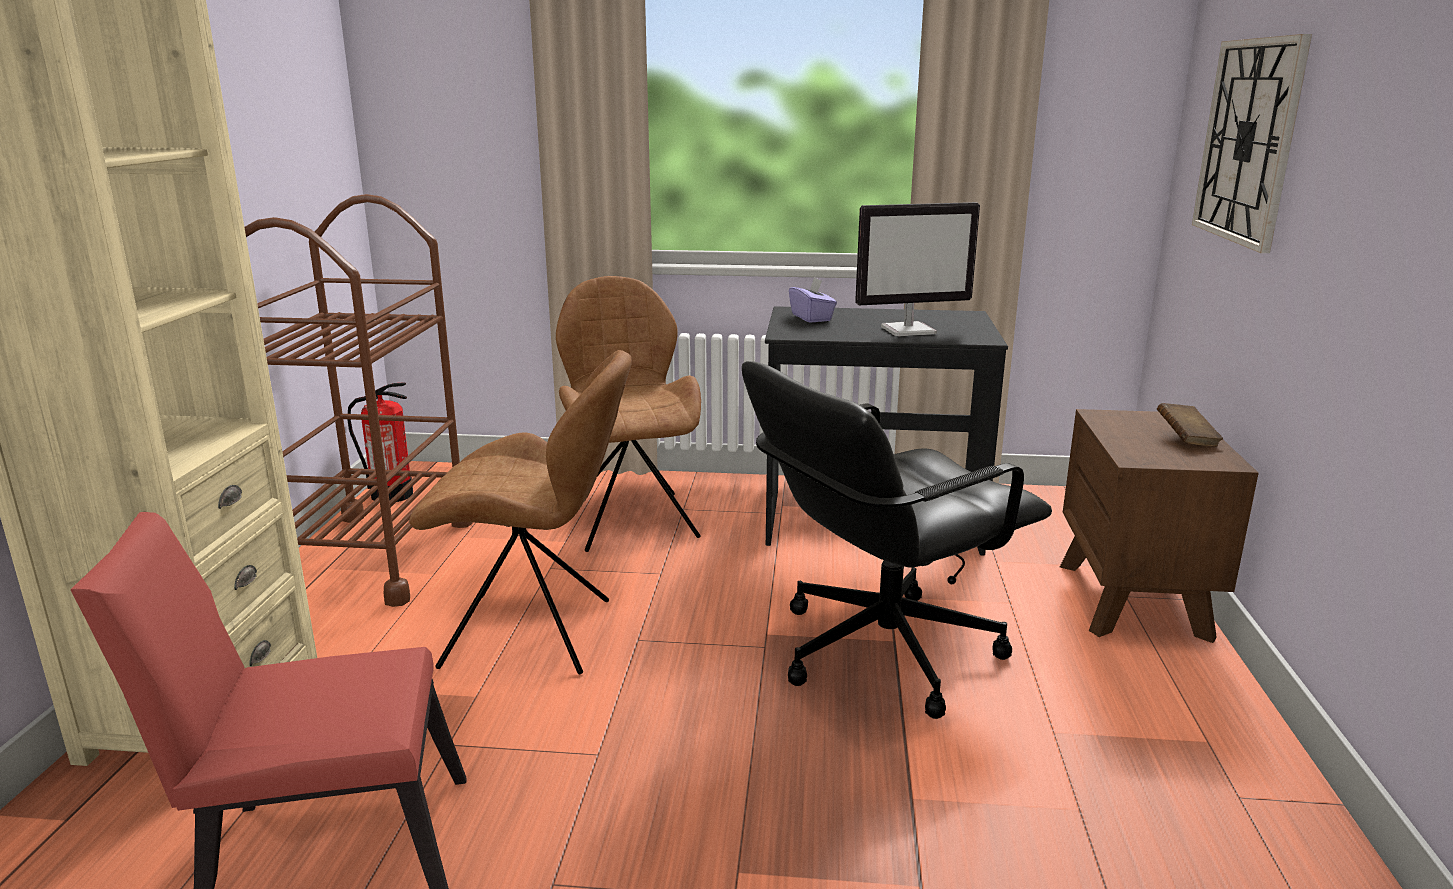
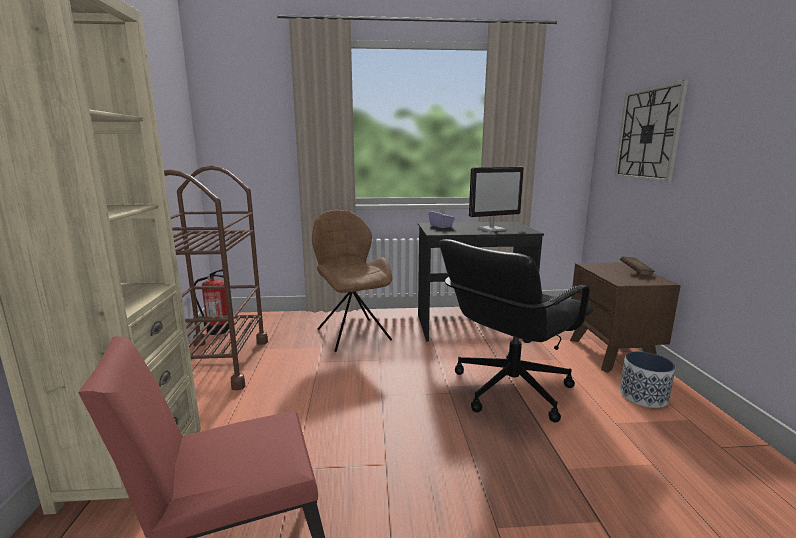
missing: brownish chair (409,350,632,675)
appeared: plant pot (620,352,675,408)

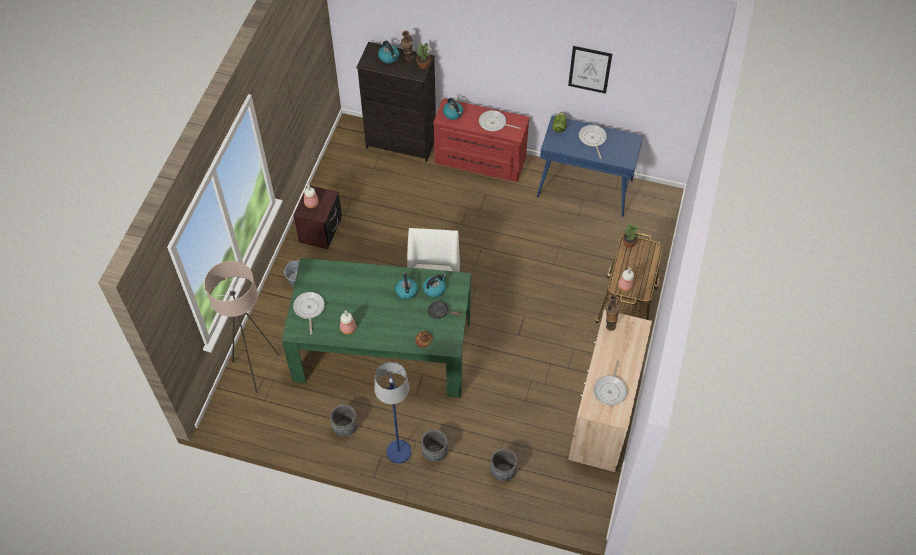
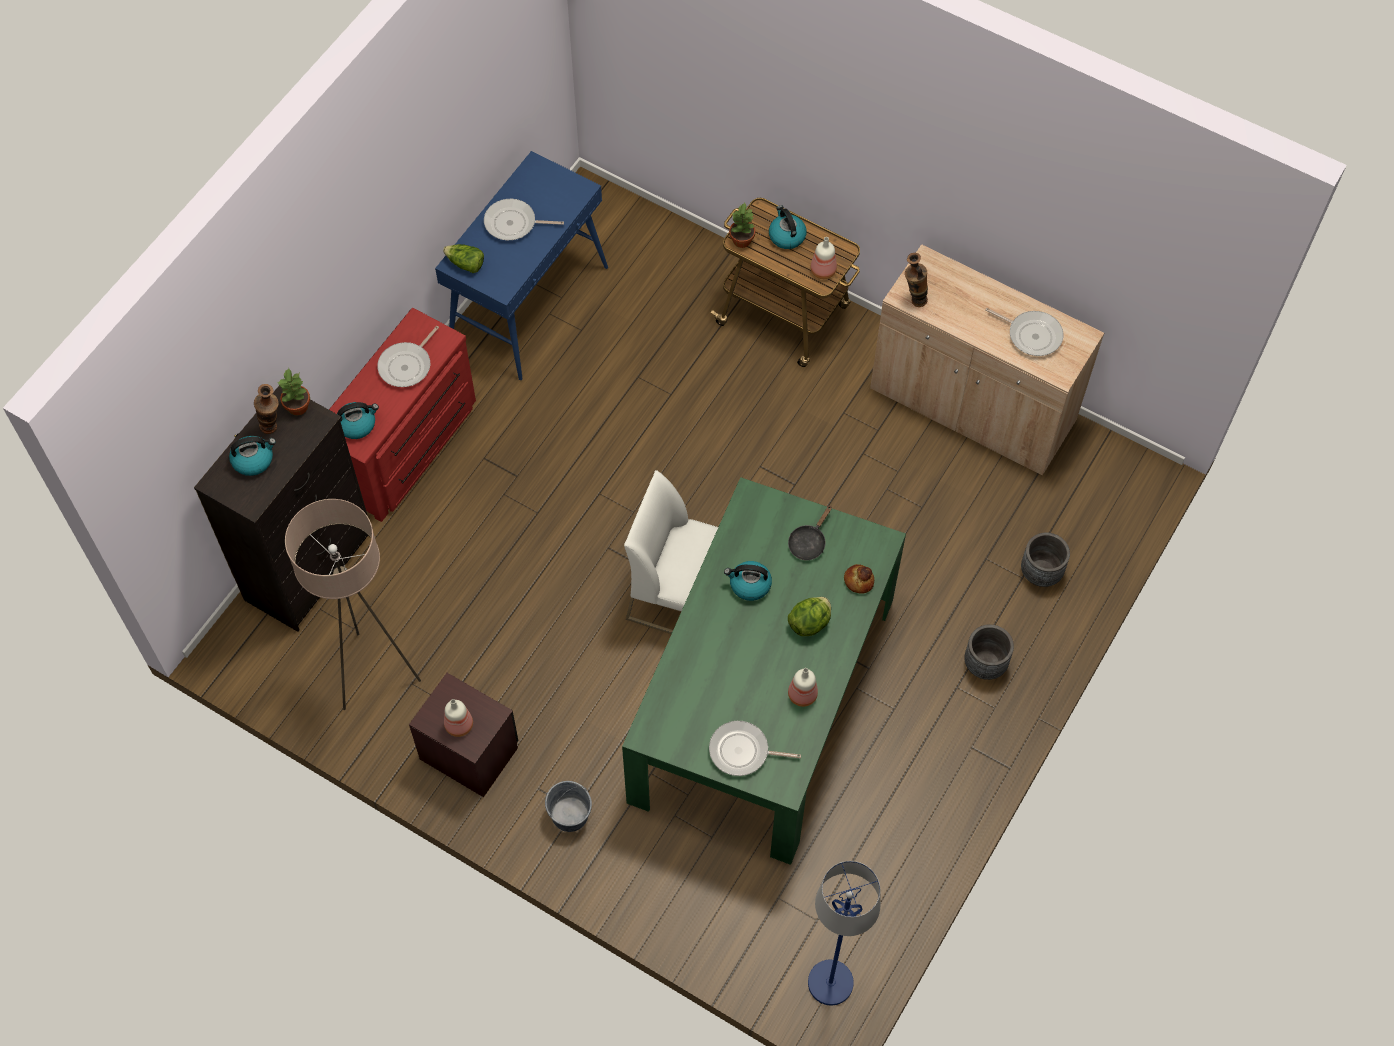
missing: grey plant pot (330,404,358,436); wall picture (568,46,612,94)
appeared: lettuce (788,597,831,636)
relocated: sand-coloured standard lamp (204,261,279,393) to (285,499,421,710); bluish standard lamp (374,362,411,463) to (808,861,880,1005); water kettle (423,274,447,298) to (769,205,807,249)

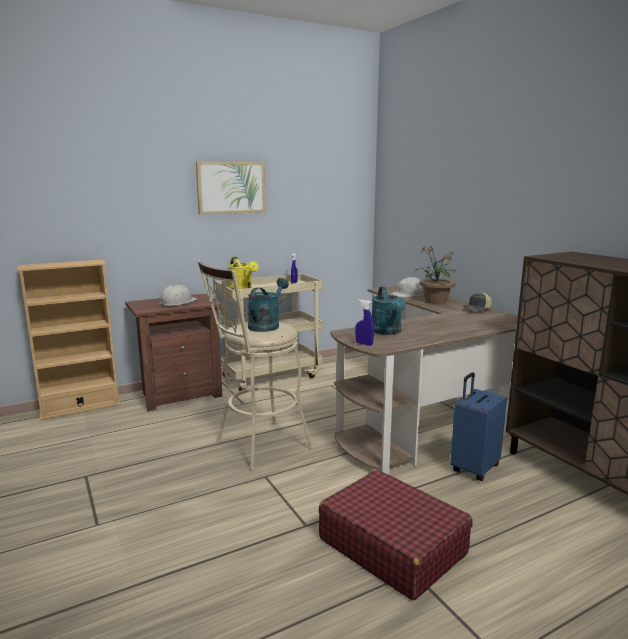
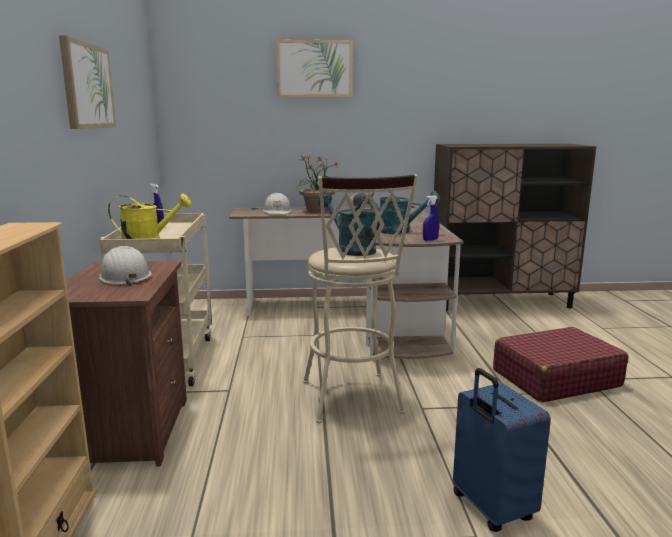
appeared: wall picture (276,40,353,98)
relocated: bluish travel case (450,372,507,481) to (453,368,551,532)

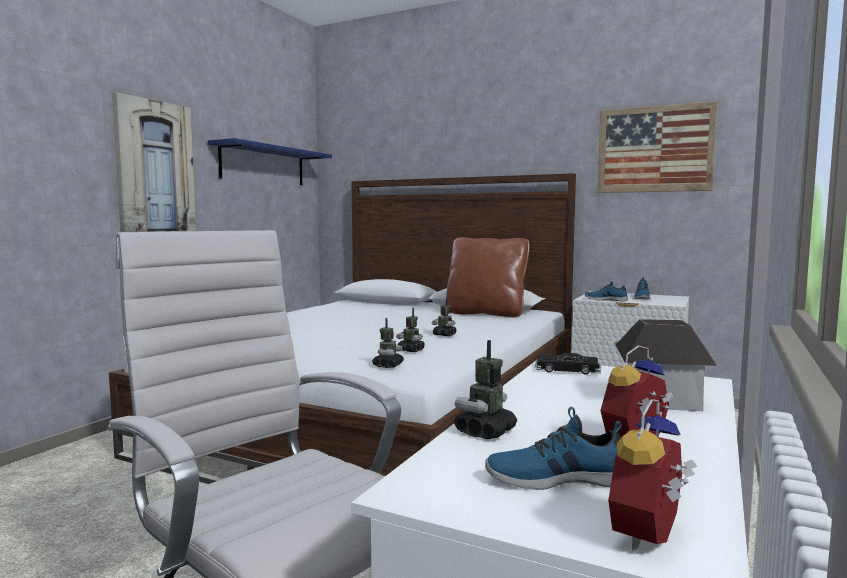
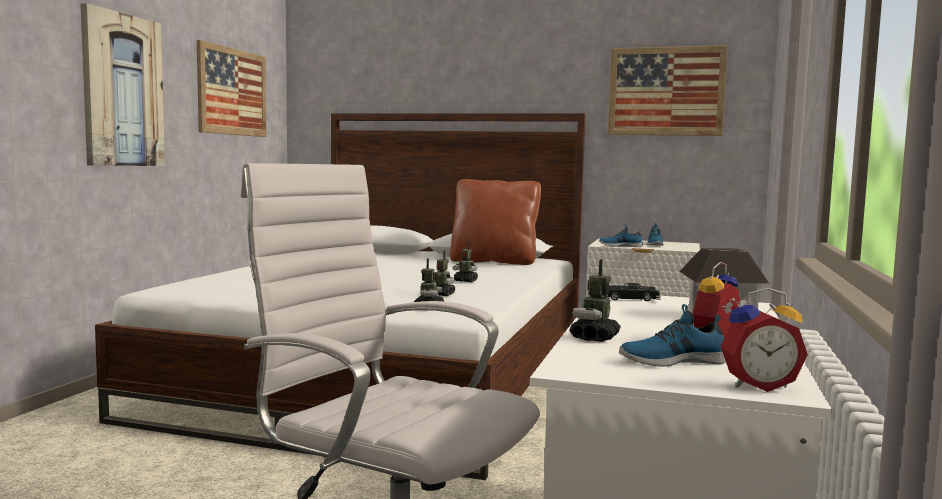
exchanged: bluish wall shelf (208,138,332,185) to wall picture (197,40,267,137)
spun: bedside clock (608,399,697,552) = (721,288,808,392) 120 degrees counterclockwise

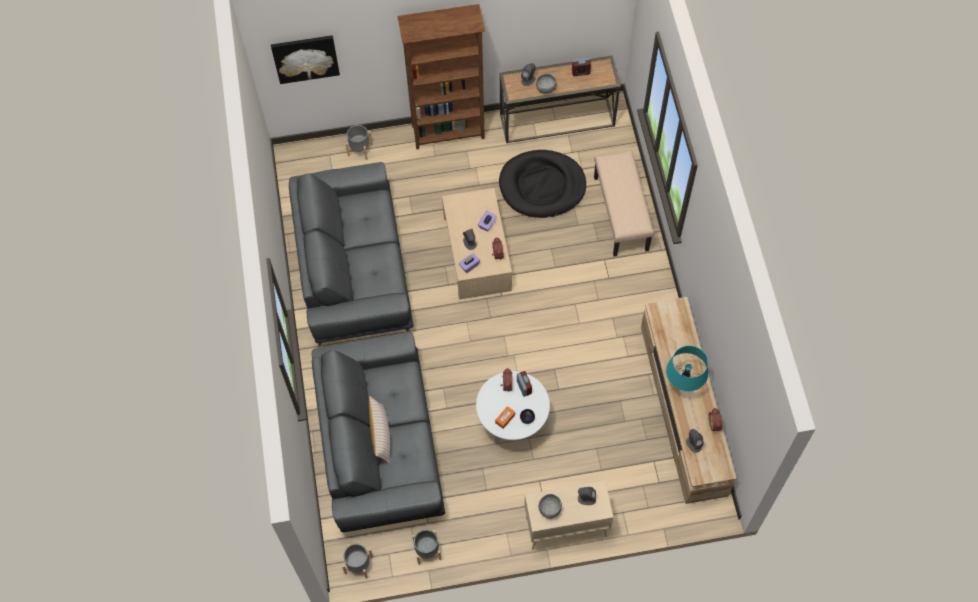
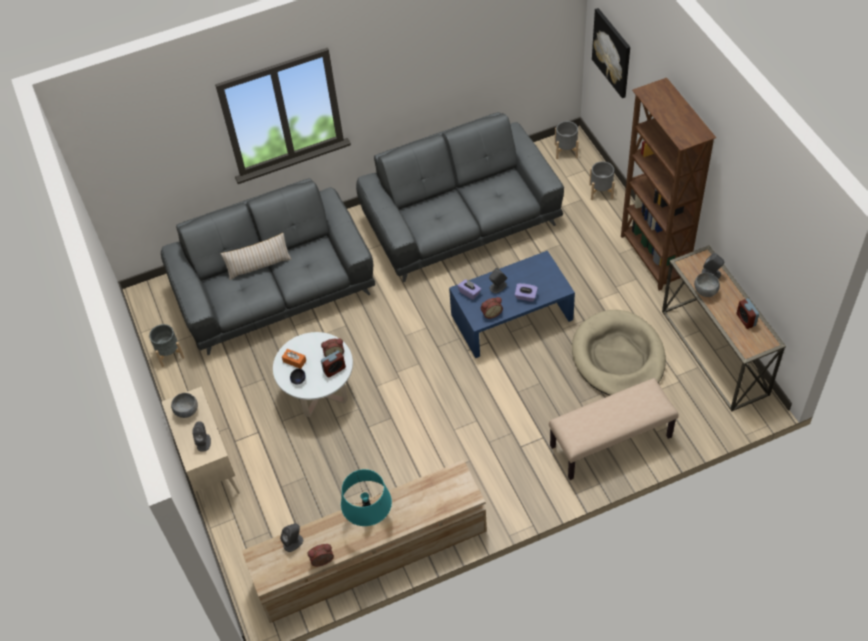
relocated: grey plant pot (342,544,373,579) to (555,121,579,159)
colour: sand-coloured coffee table (442,188,512,300) to bluish coffee table (449,251,575,358); black-coloured pet bed (499,150,586,218) to sand-coloured pet bed (572,310,666,396)

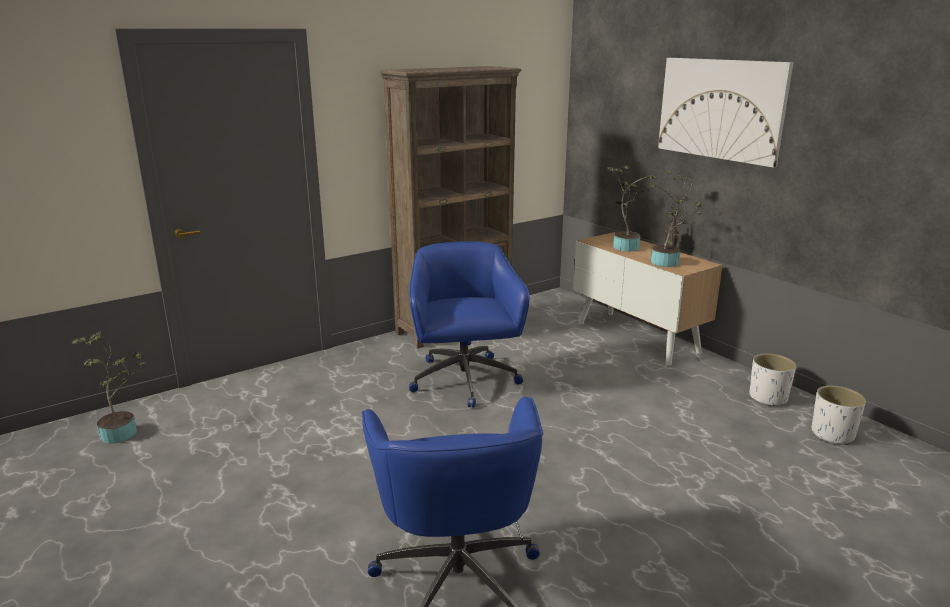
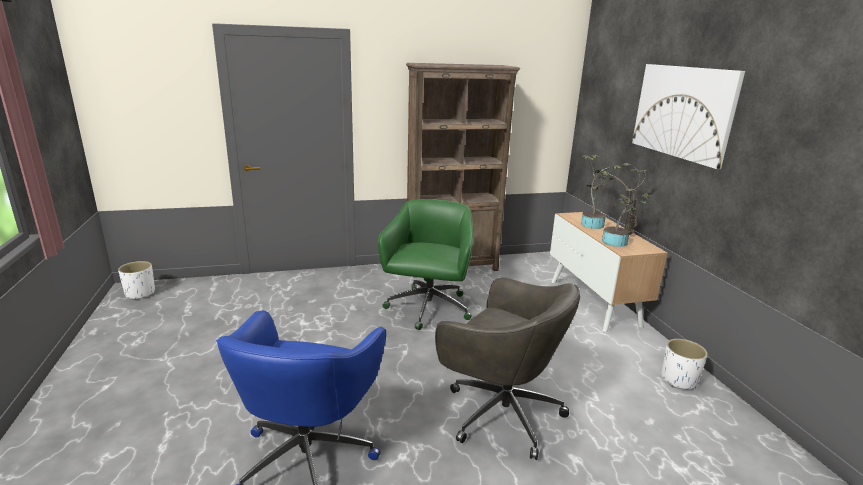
missing: plant in a pot (71,331,147,444)
appeared: grey computer chair (435,277,580,460)
relocated: white plant pot (812,386,866,445) to (118,261,155,300)
colour: bluish computer chair (409,241,529,408) to green-coloured computer chair (378,199,473,330)

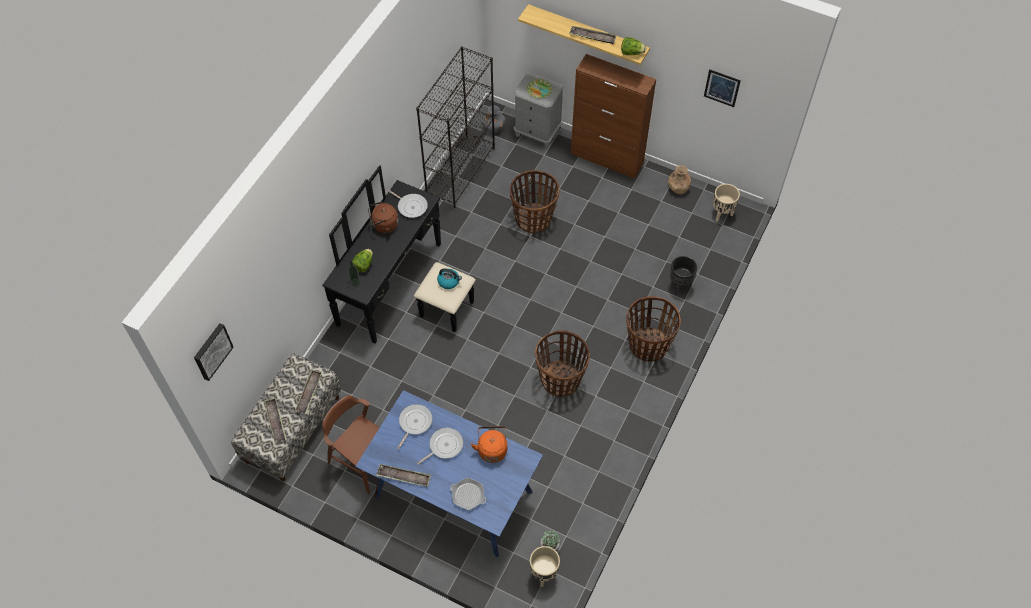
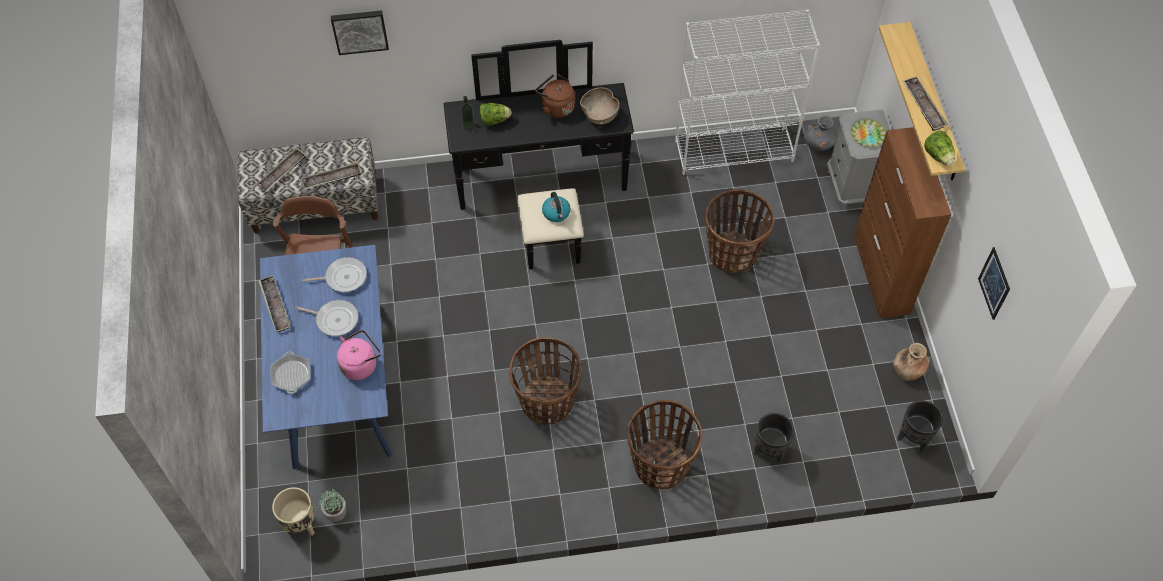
relocated: wall picture (194,323,234,381) to (331,10,389,55)
exchanged: skillet (388,190,428,218) to brownish deep dish (580,87,619,124)
colour: black-coloured bookcase (416,46,495,208) to white bookcase (675,9,820,175); orange water kettle (471,426,507,463) to pink water kettle (337,330,381,380); sand-coloured plant pot (713,184,740,222) to black-coloured plant pot (897,400,943,453)

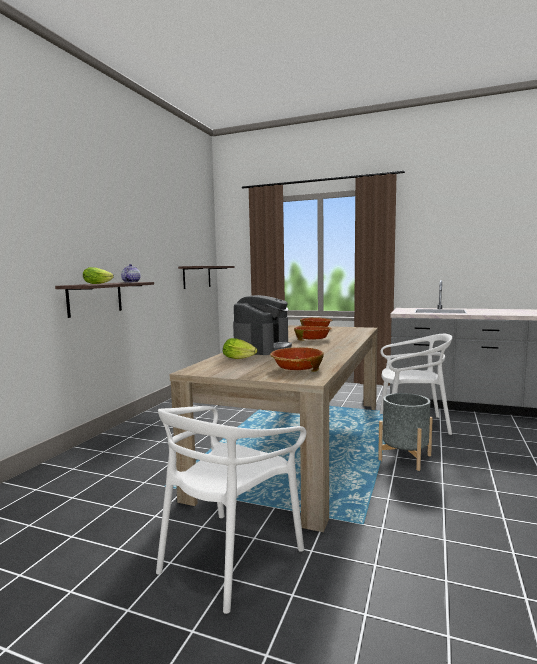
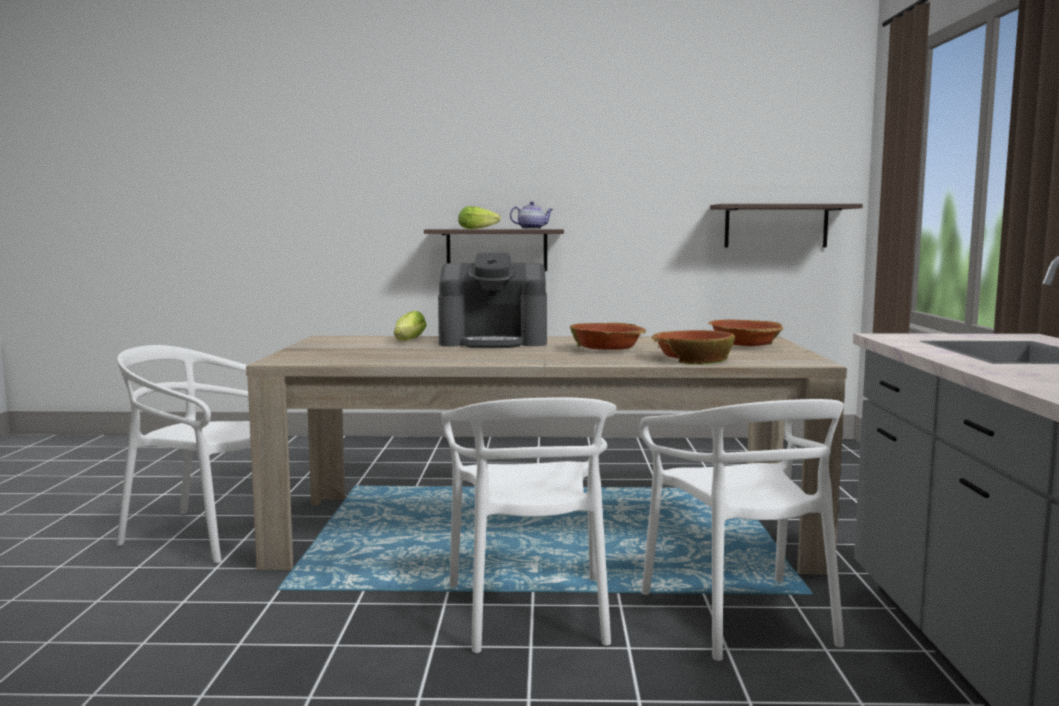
relocated: deep dish (270,347,324,372) to (651,330,735,365)
exchanged: grey plant pot (378,393,433,471) to white chair (442,397,617,653)

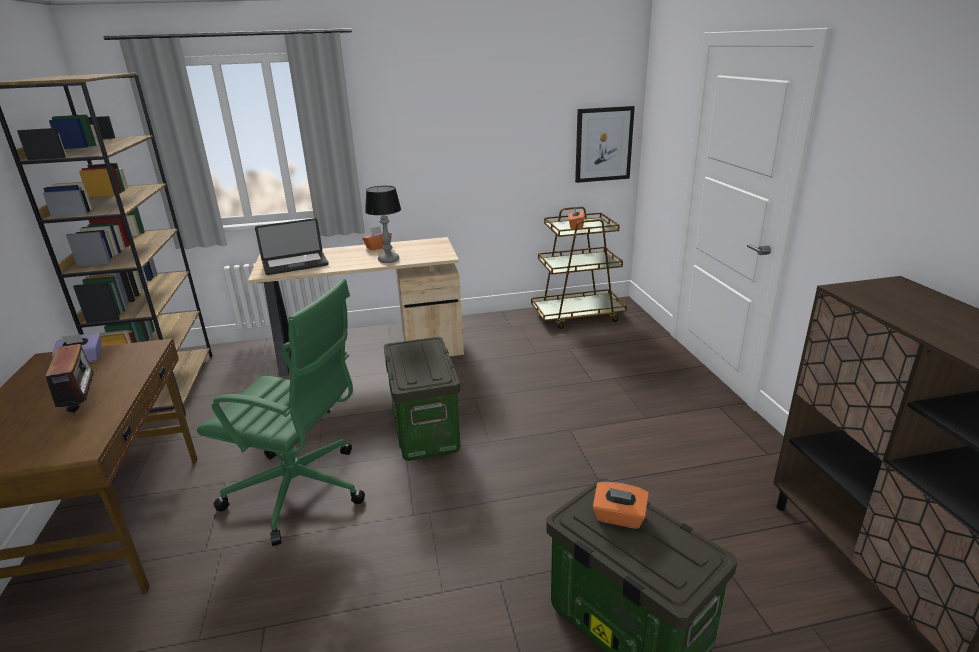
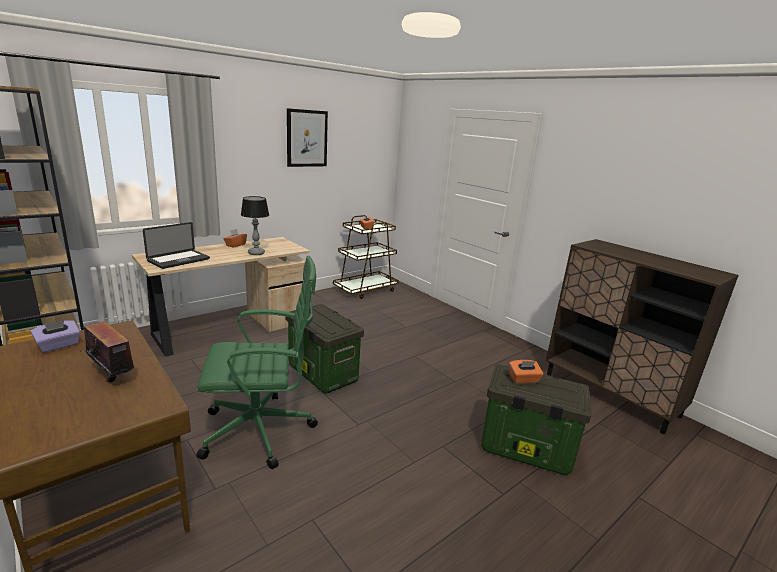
relocated: wall picture (575,106,635,183) to (287,108,328,167)

